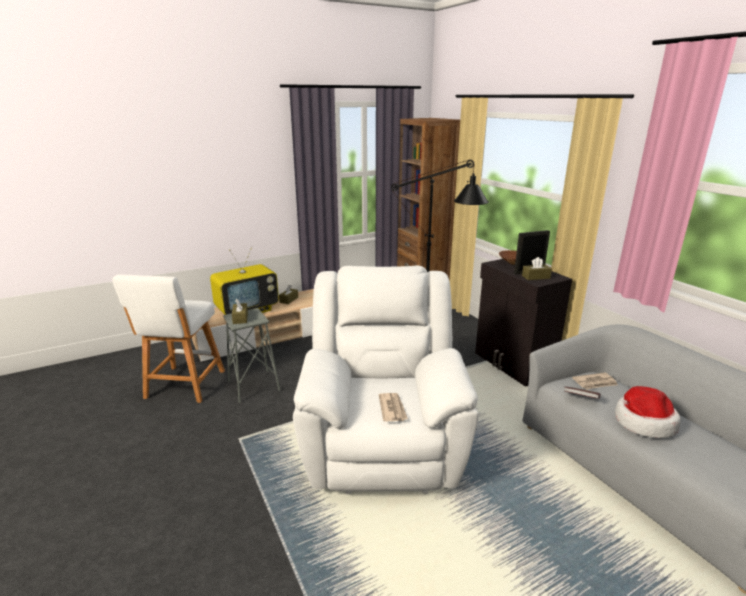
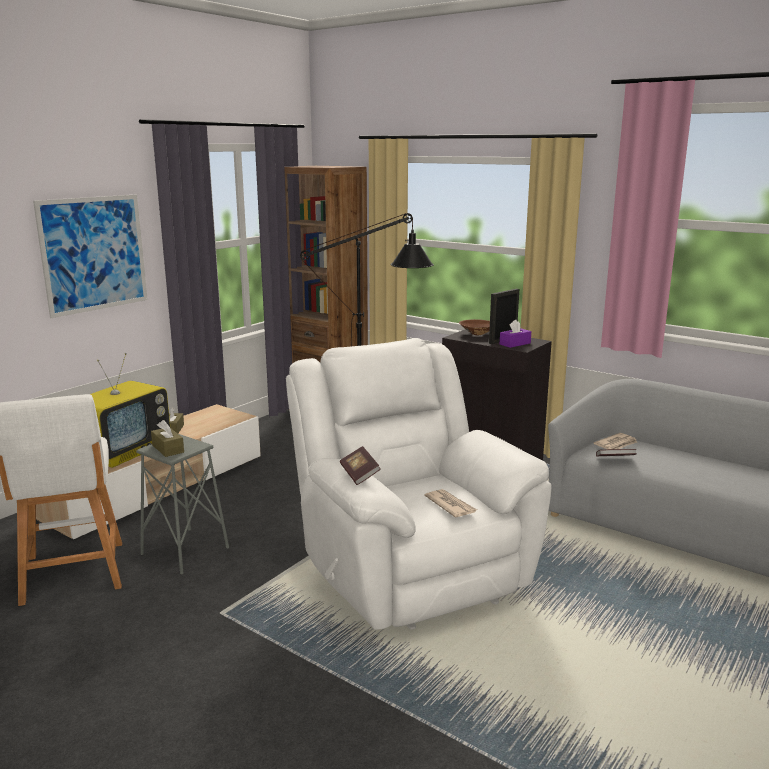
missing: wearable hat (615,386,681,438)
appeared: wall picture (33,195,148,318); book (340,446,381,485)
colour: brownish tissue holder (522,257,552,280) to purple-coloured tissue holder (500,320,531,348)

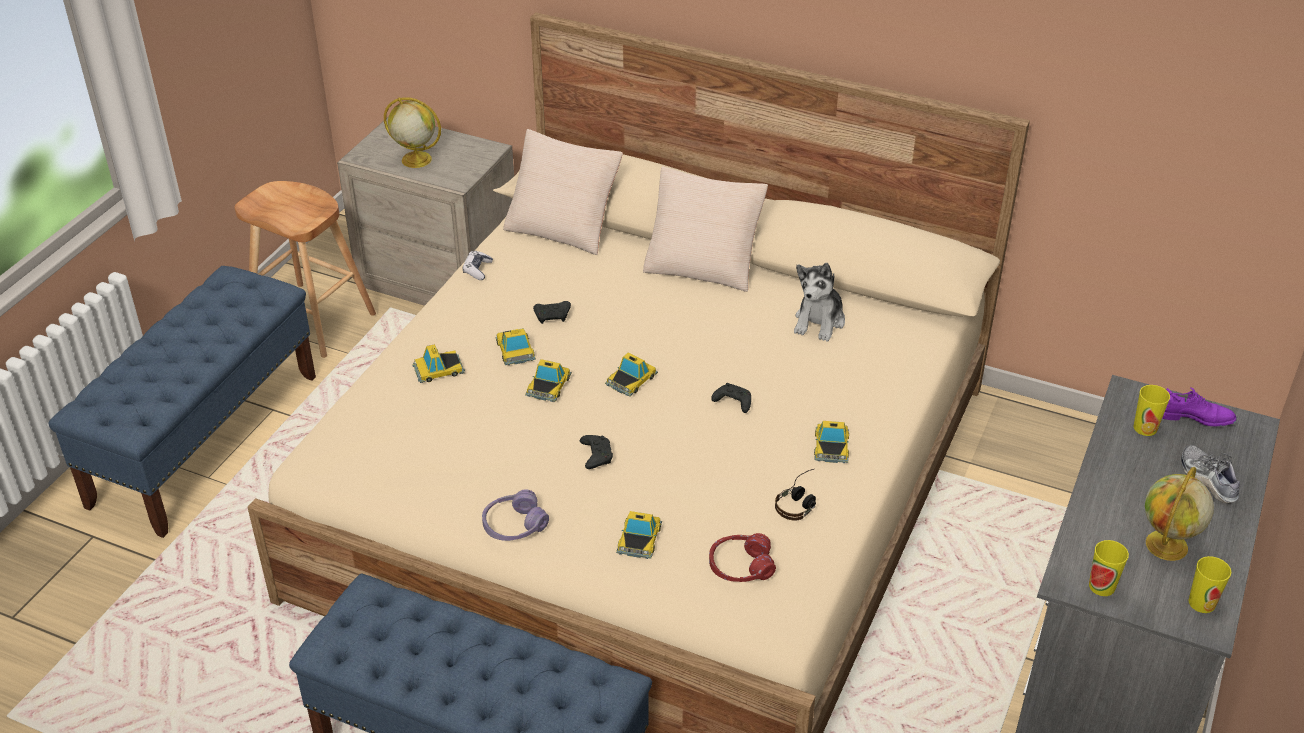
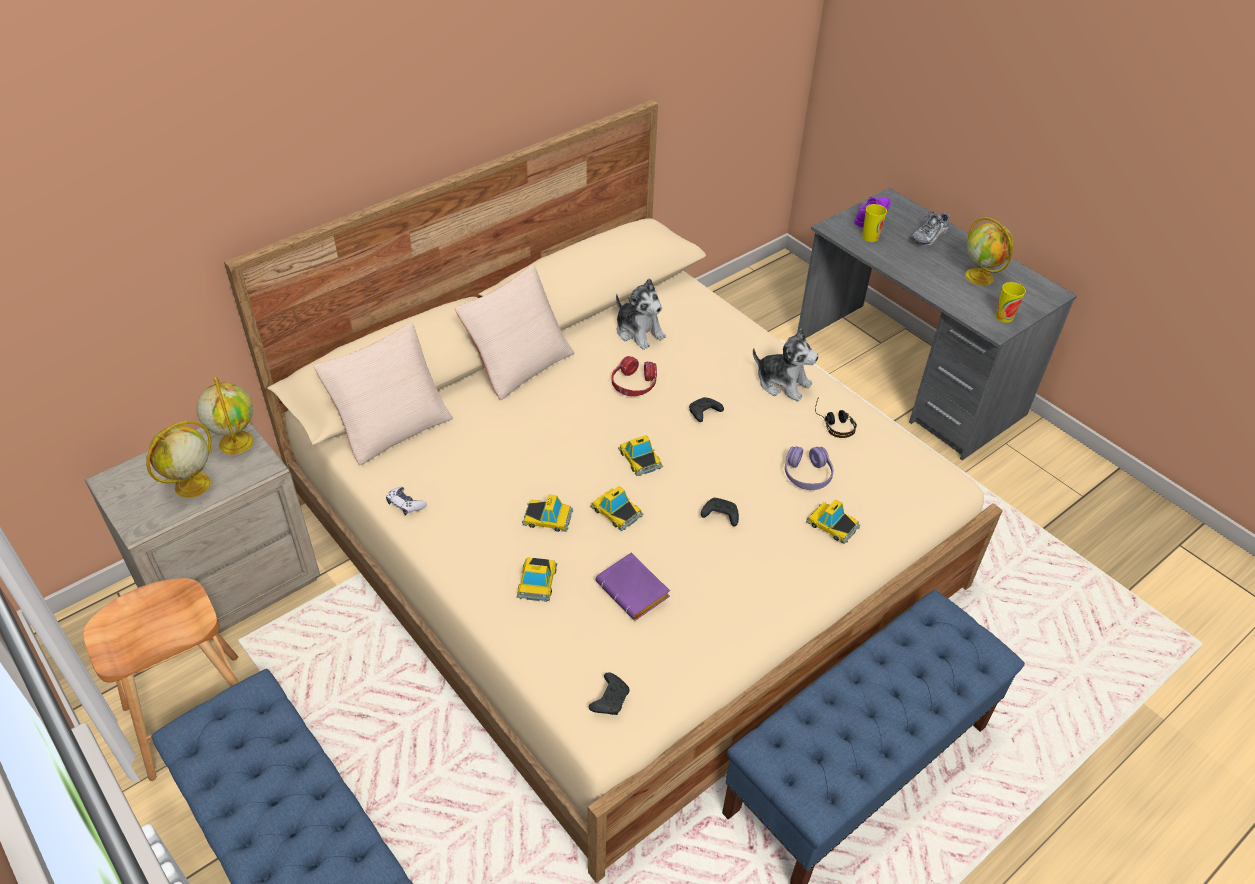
missing: drinking cup (1188,556,1231,613)
appeared: globe (197,377,254,455); purple-coloured book (596,553,670,621)
relocated: purple-coloured pair of headphones (482,489,549,541) to (785,446,834,490); black-coloured gamepad (533,301,571,324) to (589,673,630,715); red pair of headphones (709,533,776,582) to (612,356,657,396)
exchanged: toy car (814,421,849,463) to soft toy (753,328,819,401)
spun: item of footwear (1181,445,1240,503) = (910,211,950,246) 45 degrees counterclockwise

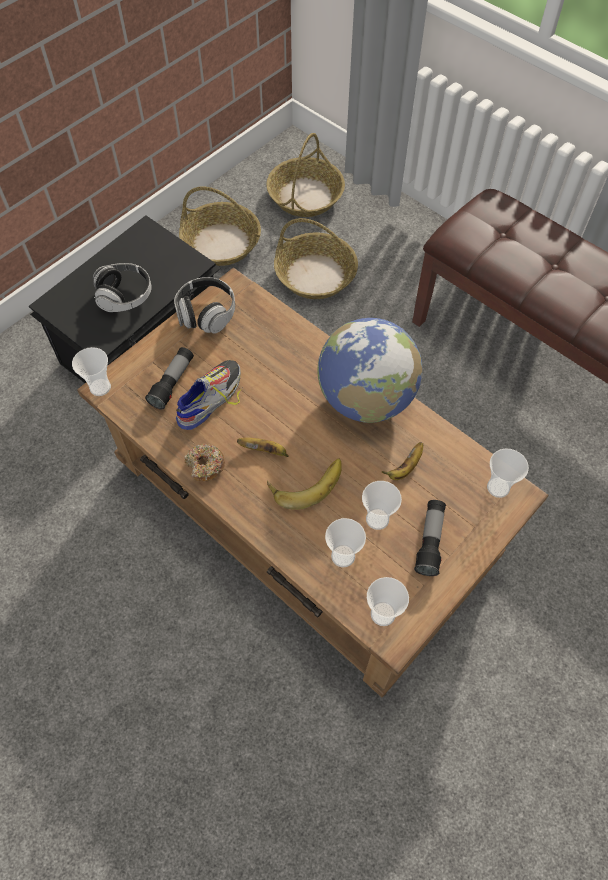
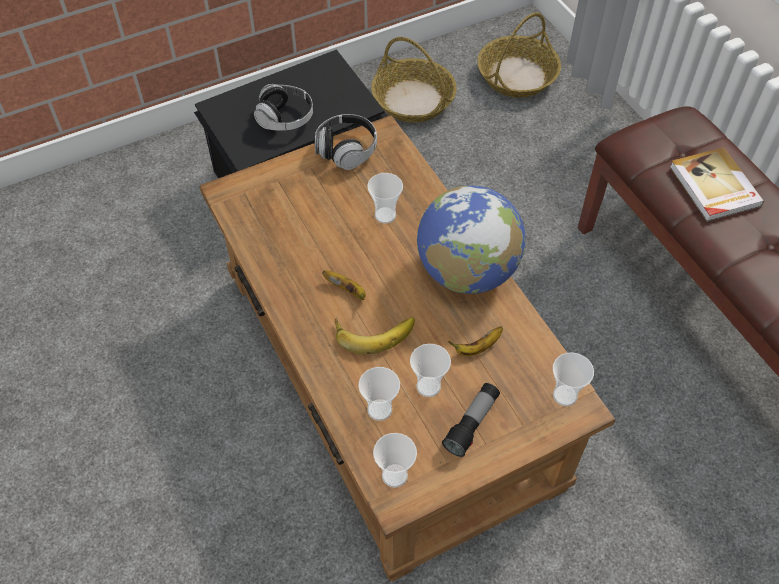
missing: hand torch (145,347,194,409); item of footwear (176,360,241,430); donut (184,444,225,481); basket (274,218,358,299)
appeared: book (670,147,764,222)
relocated: drinking cup (72,347,111,396) to (367,173,403,224)

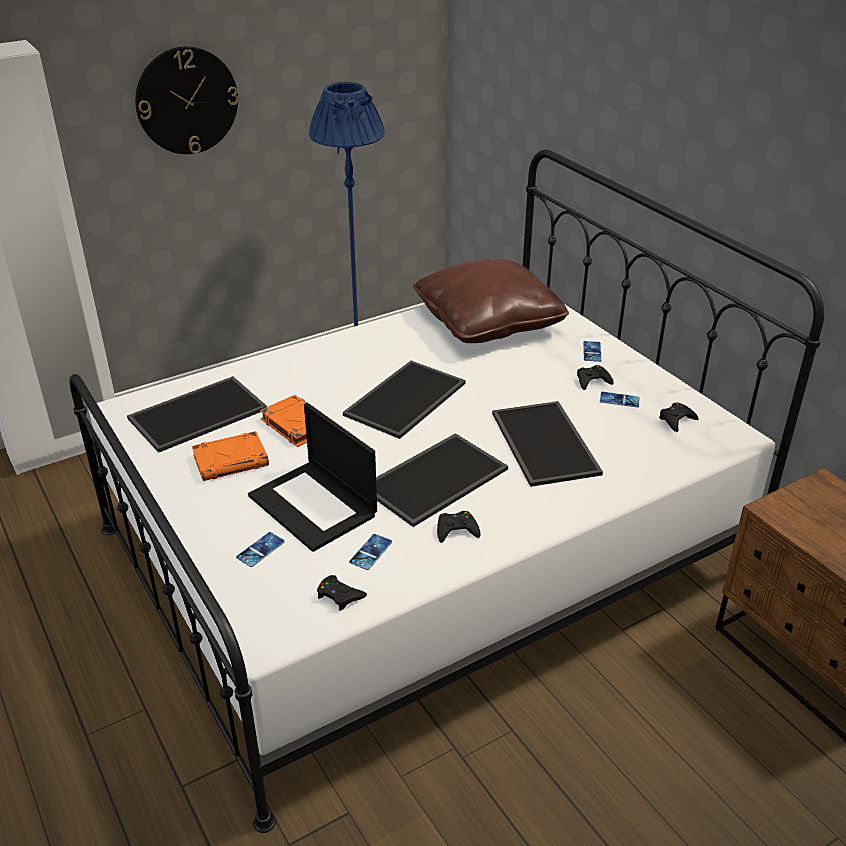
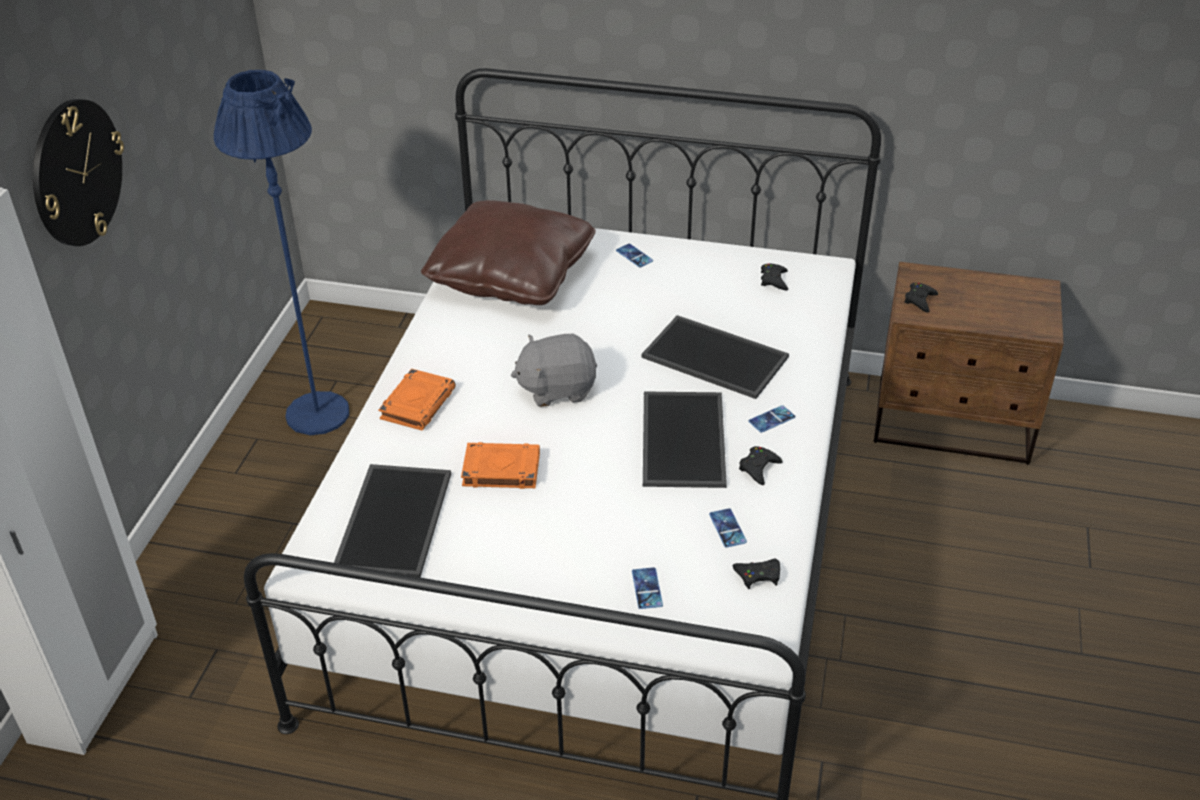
missing: laptop (248,403,377,552)
relocated: orange book (192,431,269,481) to (378,369,456,430); black-coloured gamepad (577,365,614,390) to (904,283,938,313); phone (600,392,640,407) to (748,405,795,433)
exchanged: carrying tray (343,361,466,439) to grey soft toy (511,334,597,407)

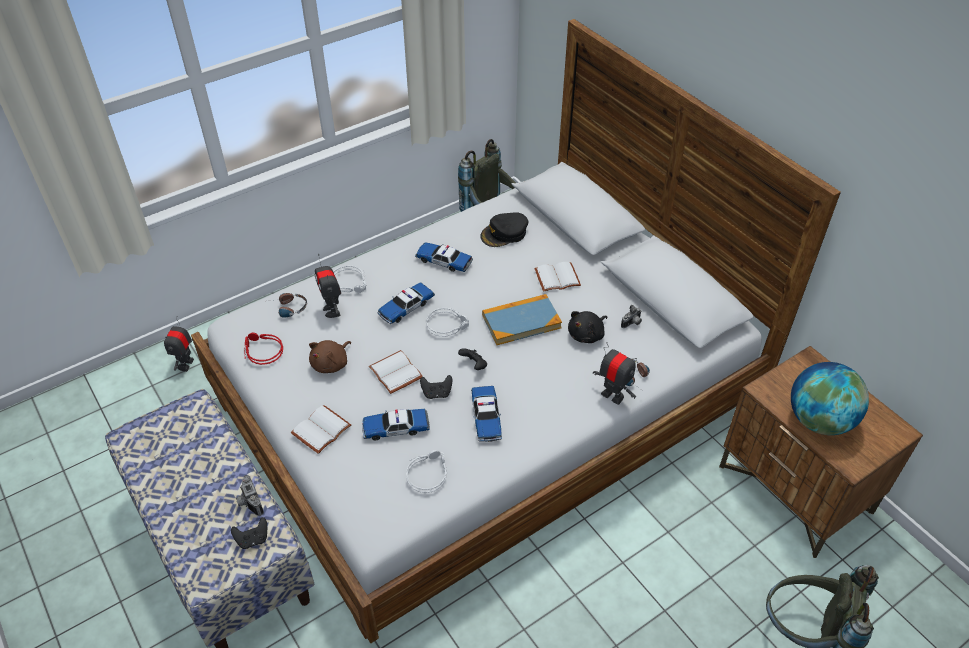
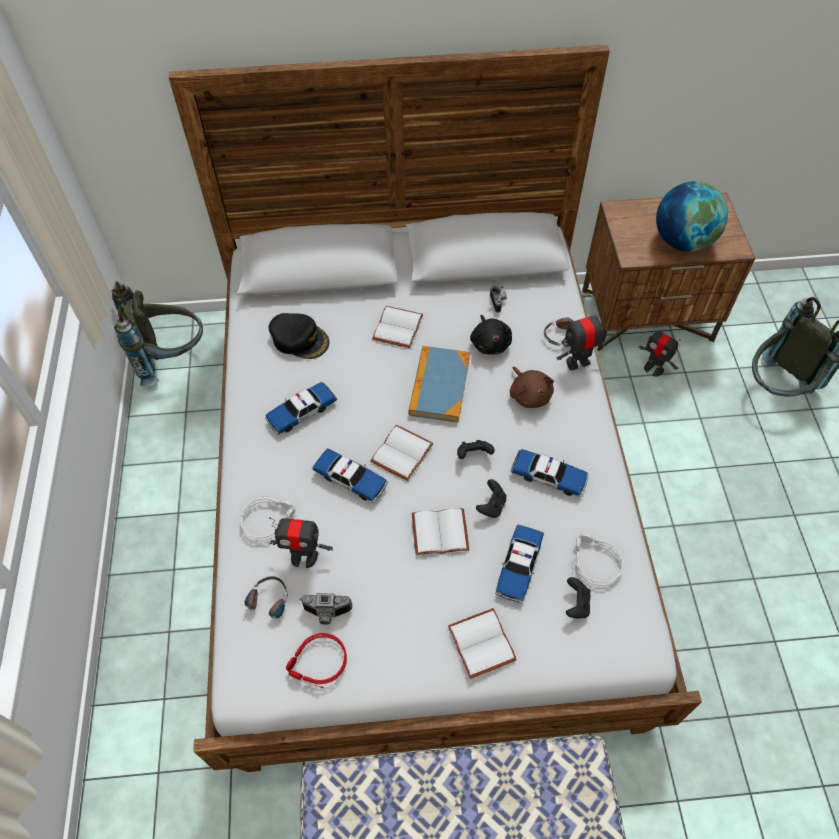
relocated: model robot (164,316,194,372) to (638,323,681,377); black-coloured gamepad (231,517,267,549) to (566,577,591,618); photo camera (236,475,264,516) to (300,593,352,625); brownish soft toy (309,340,351,373) to (510,366,554,408)
exchanged: grey pair of headphones (426,308,469,337) to white book (370,425,434,481)
spun: toy car (377,282,435,324) = (312,448,388,503) 45 degrees counterclockwise; black-coloured cap (480,212,528,247) = (269,313,329,359) 60 degrees counterclockwise

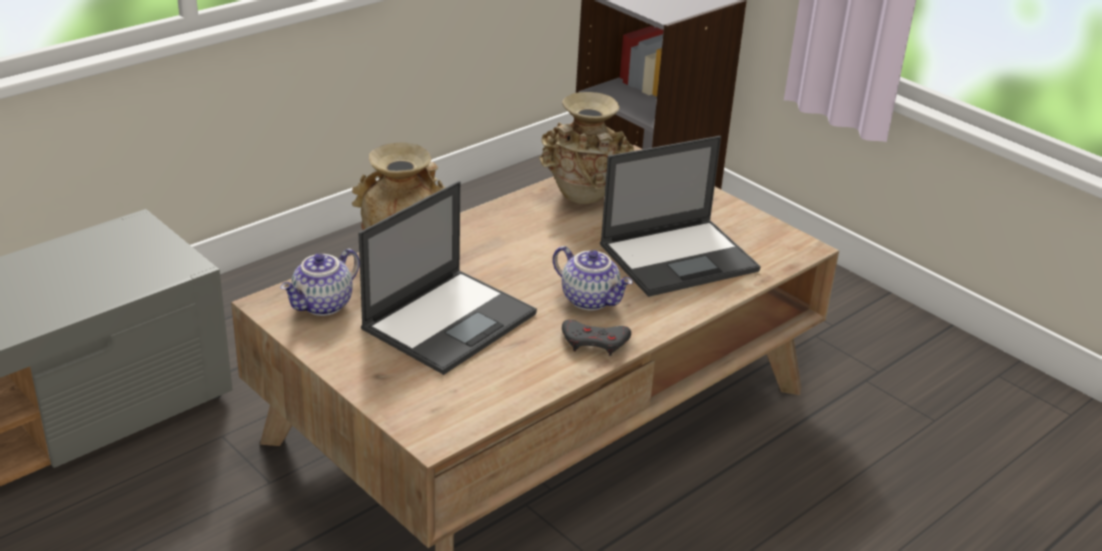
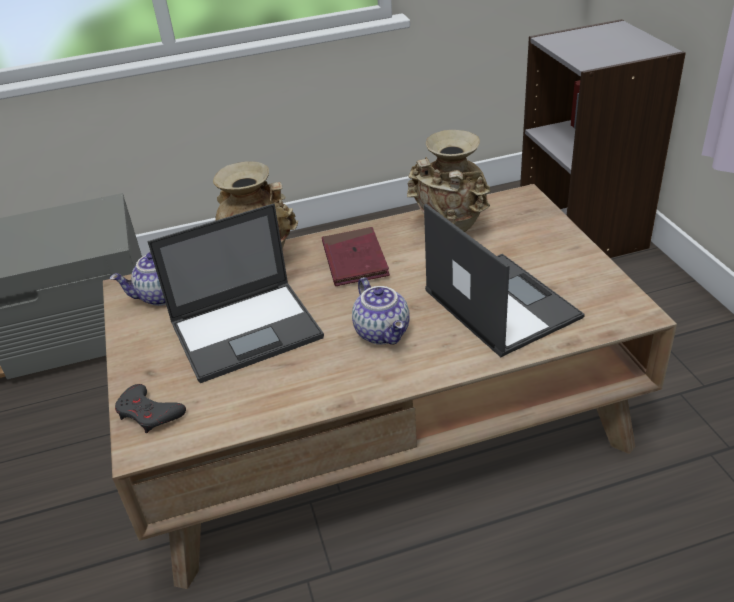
appeared: red book (322,227,390,286)
relocated: grey gamepad (562,320,631,356) to (115,384,186,433)
spun: laptop (600,136,761,297) = (424,204,585,357) 120 degrees counterclockwise

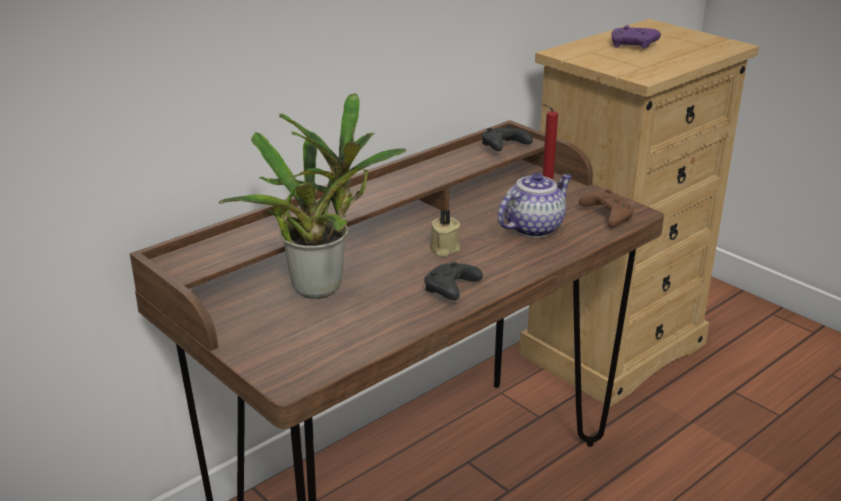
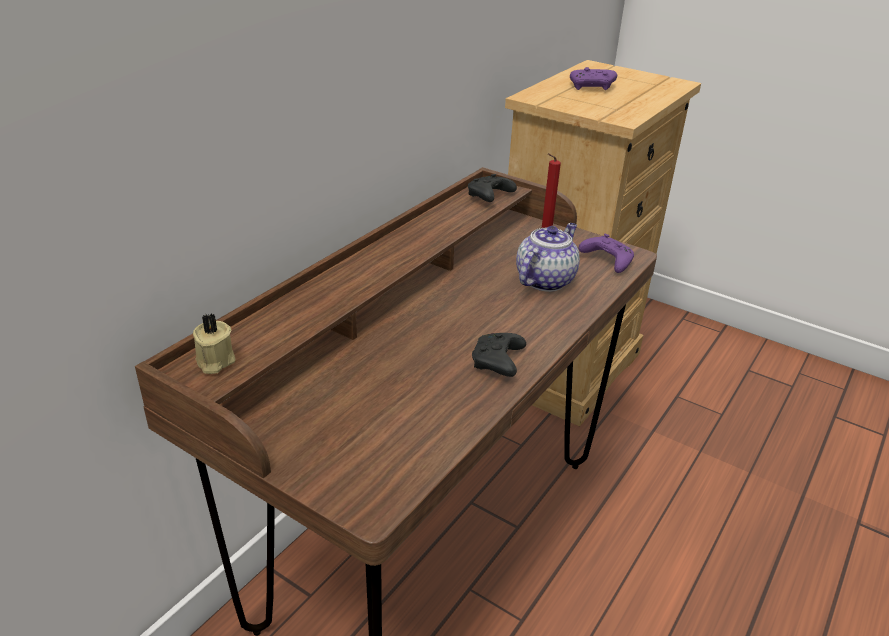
missing: plant in a pot (218,93,407,299)
relocated: sand-coloured wax candle (429,209,460,257) to (193,313,235,374)
colour: brownish gamepad (579,189,634,227) to purple-coloured gamepad (578,234,634,273)

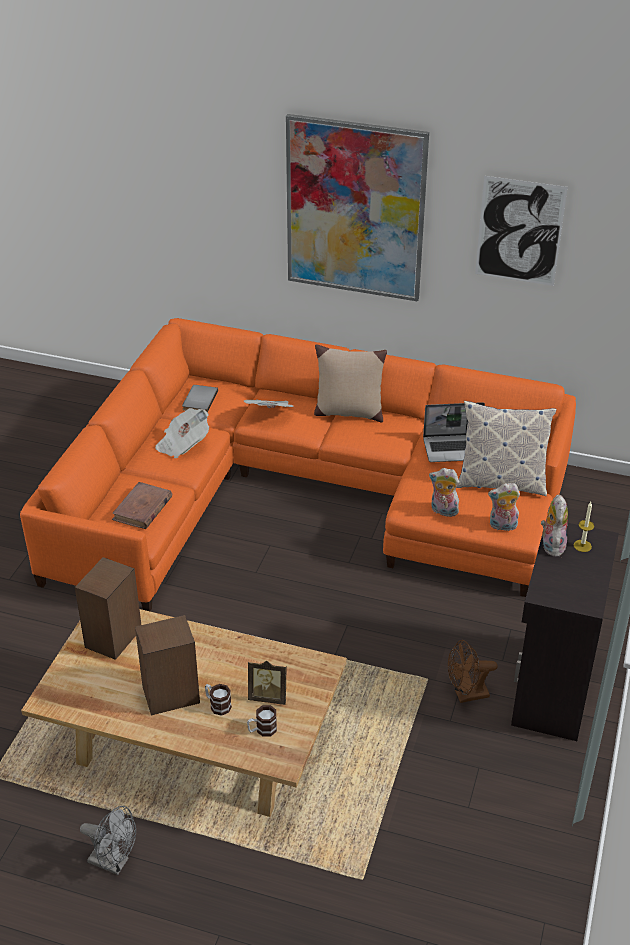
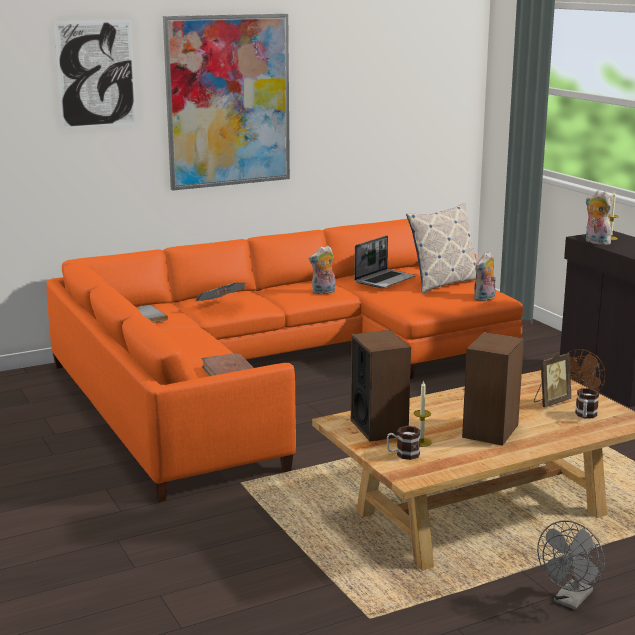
missing: newspaper (155,408,209,459); sand-coloured pillow (314,344,387,423)
appeared: wax candle (414,380,432,447)
relocated: tea mug (205,684,232,716) to (387,426,421,460); soft toy (429,468,461,517) to (309,245,335,294); wall picture (475,176,568,286) to (53,19,137,129)
spun: grey cooling fan (80,806,136,875) = (537,520,605,610) 150 degrees clockwise

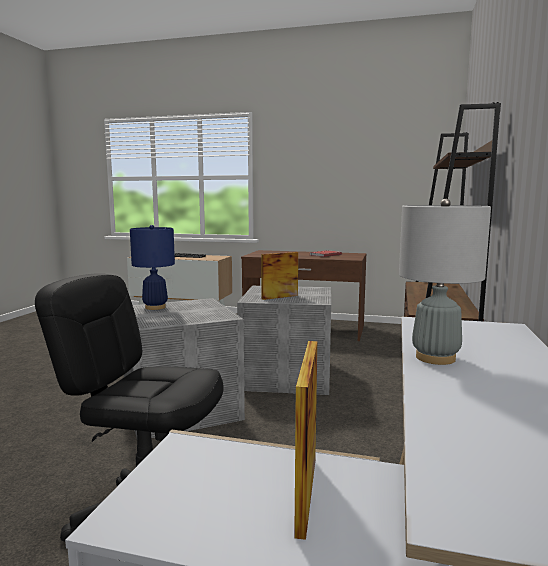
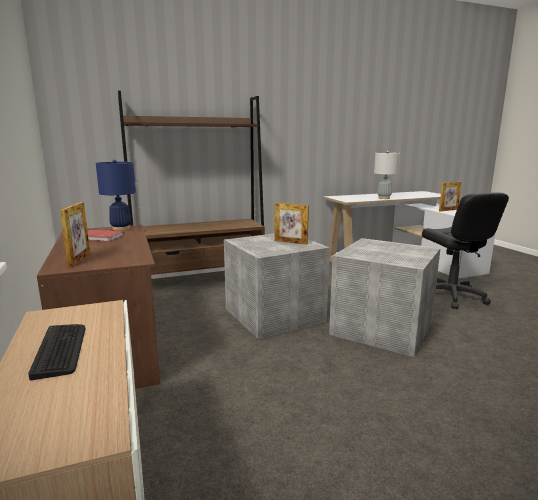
appeared: photo frame (60,202,90,267)
relocated: bluish lamp for a table (130,225,175,310) to (96,160,136,231)

